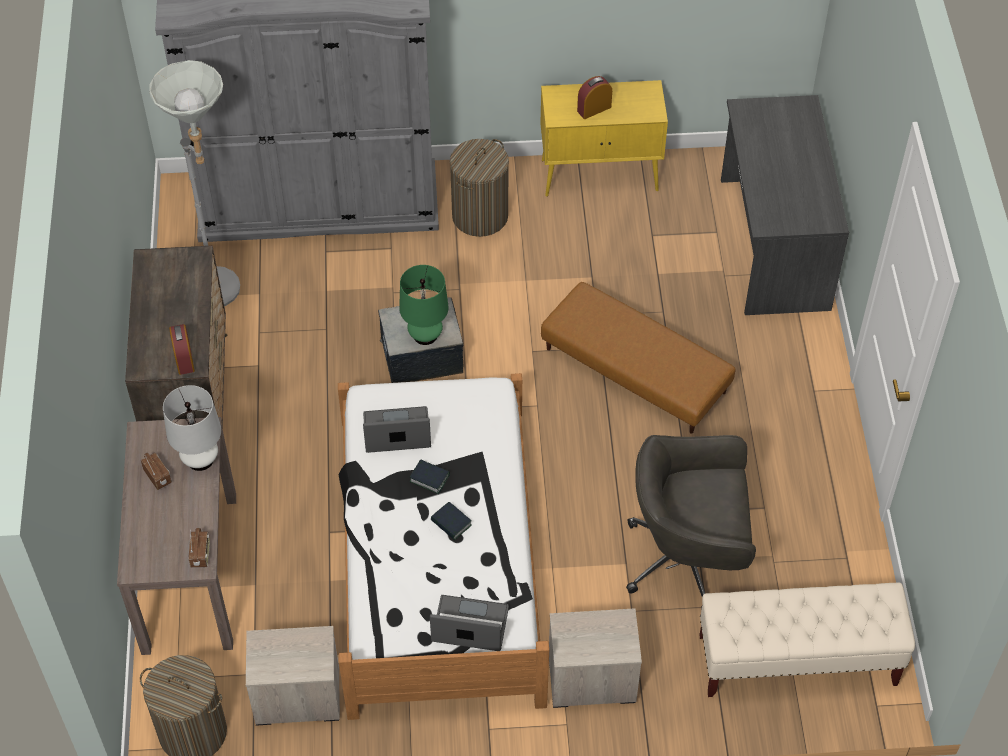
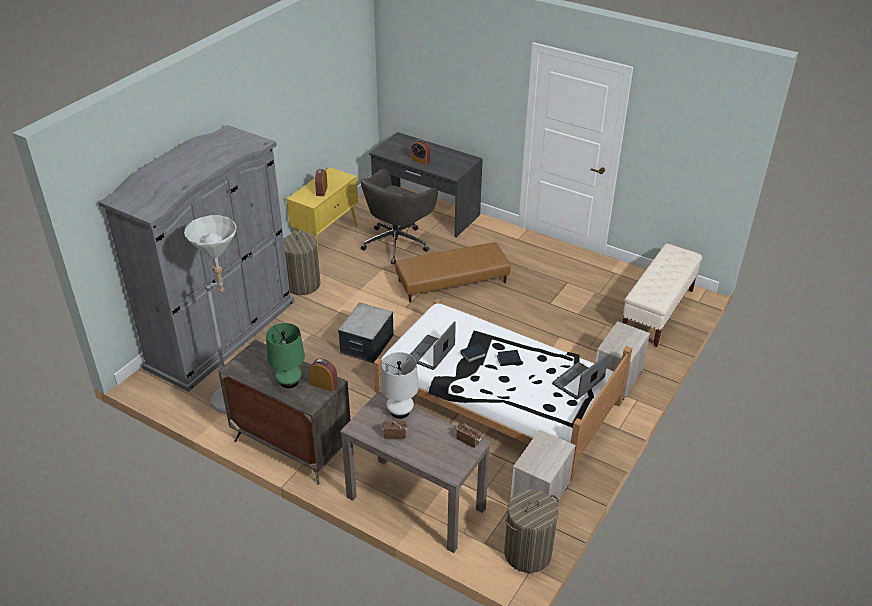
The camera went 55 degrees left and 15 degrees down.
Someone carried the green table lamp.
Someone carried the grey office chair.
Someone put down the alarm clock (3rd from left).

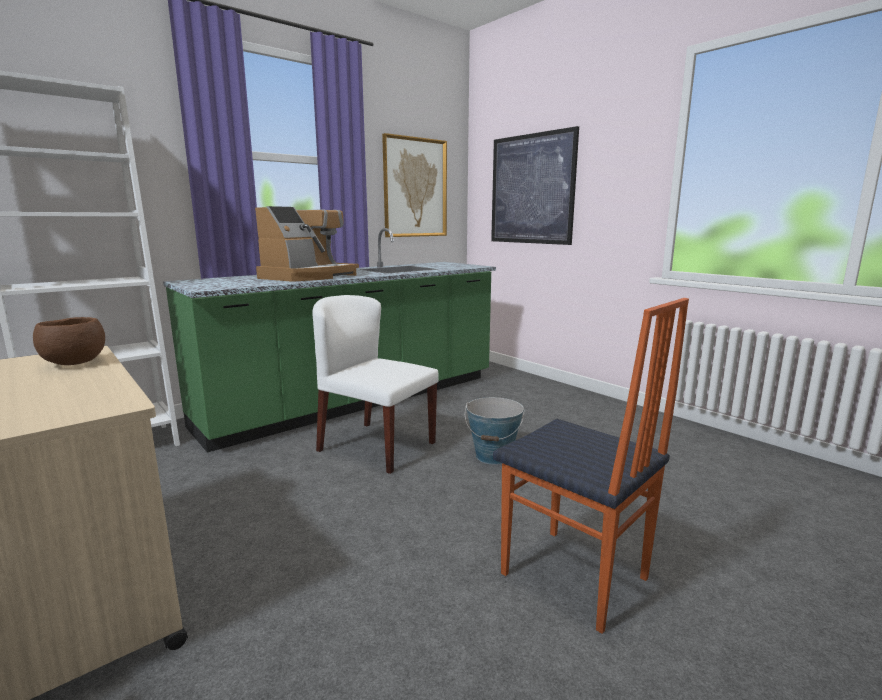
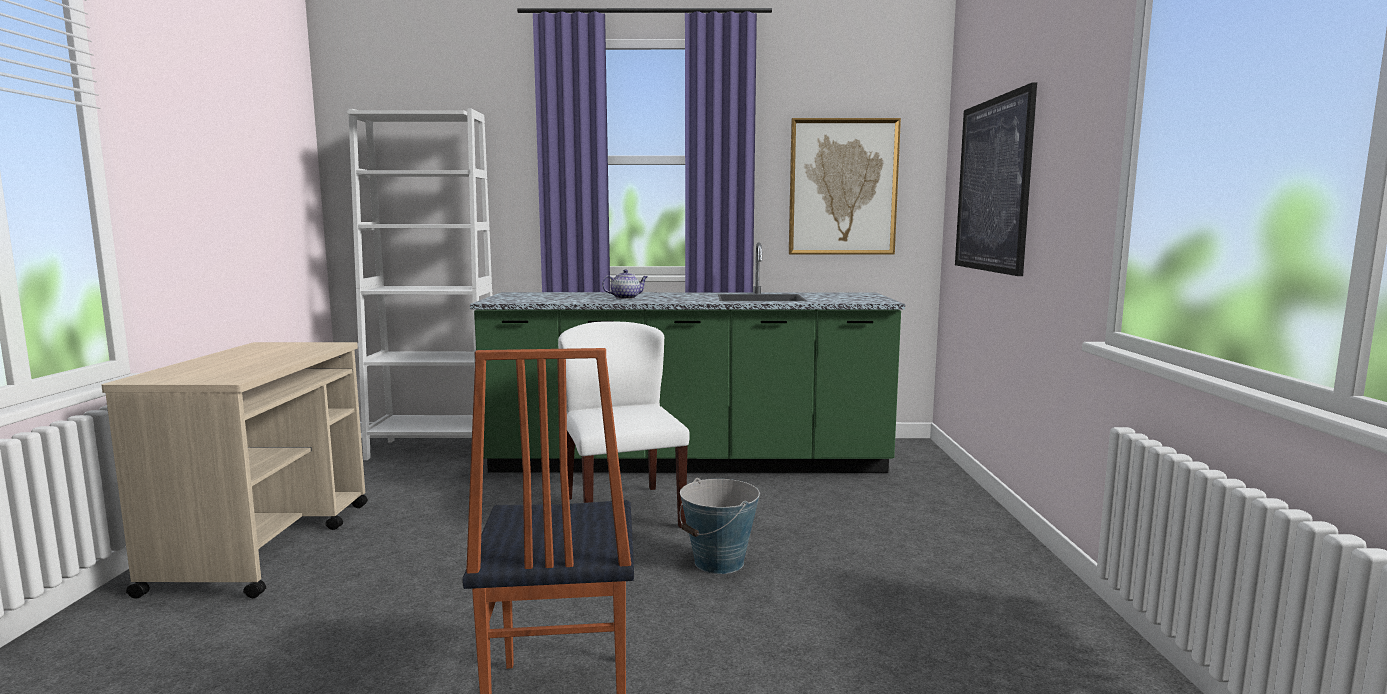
The camera went 40 degrees right and 5 degrees down.
Someone swapped the coffee machine for the teapot.
Someone took away the brown bowl.

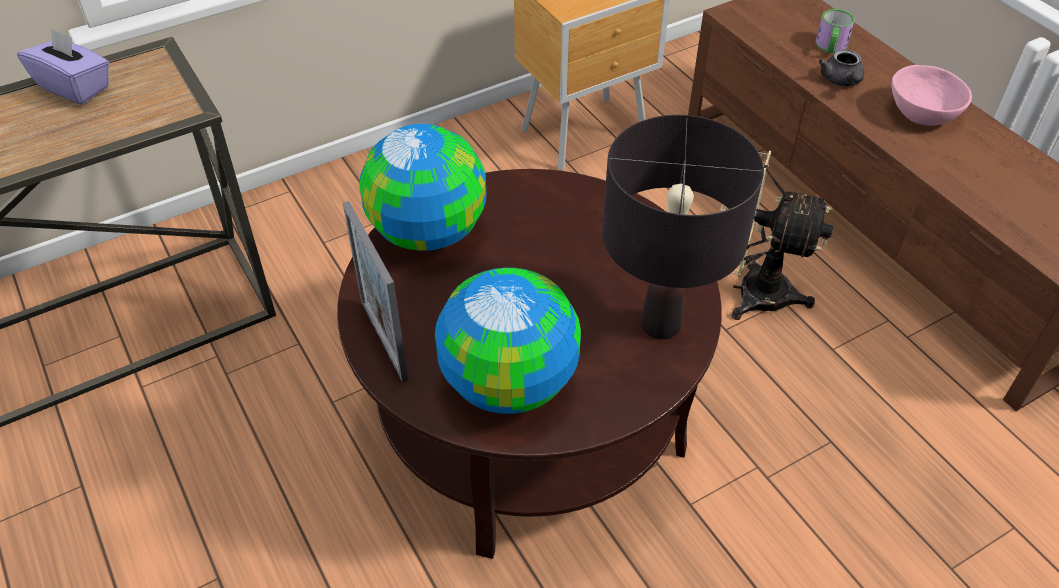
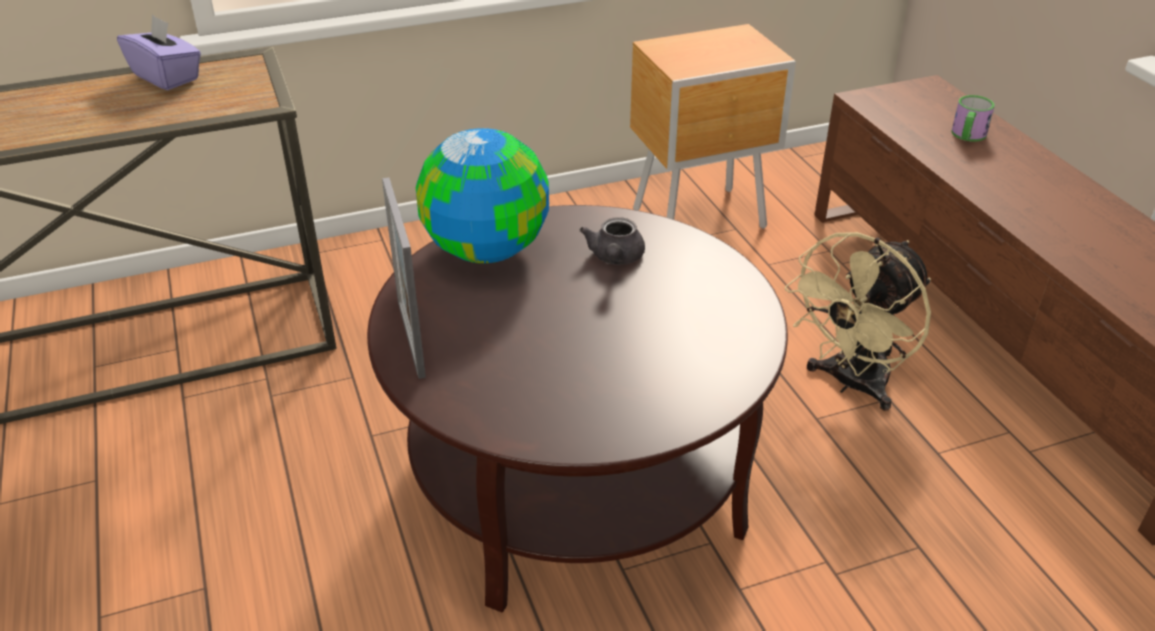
The camera went 10 degrees right and 10 degrees down.
Someone carried the grey teapot.
Someone rotated the beige fan by 75 degrees counterclockwise.
Someone took away the globe (2nd from left).
Someone took away the black table lamp.
Someone took away the pink bowl.

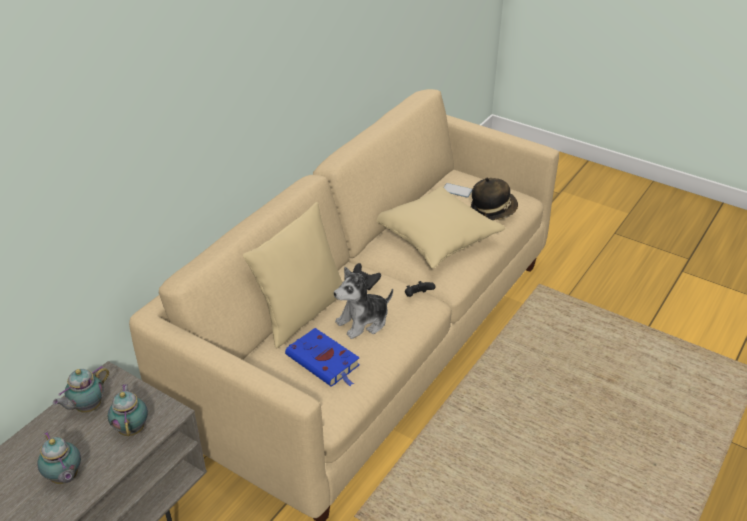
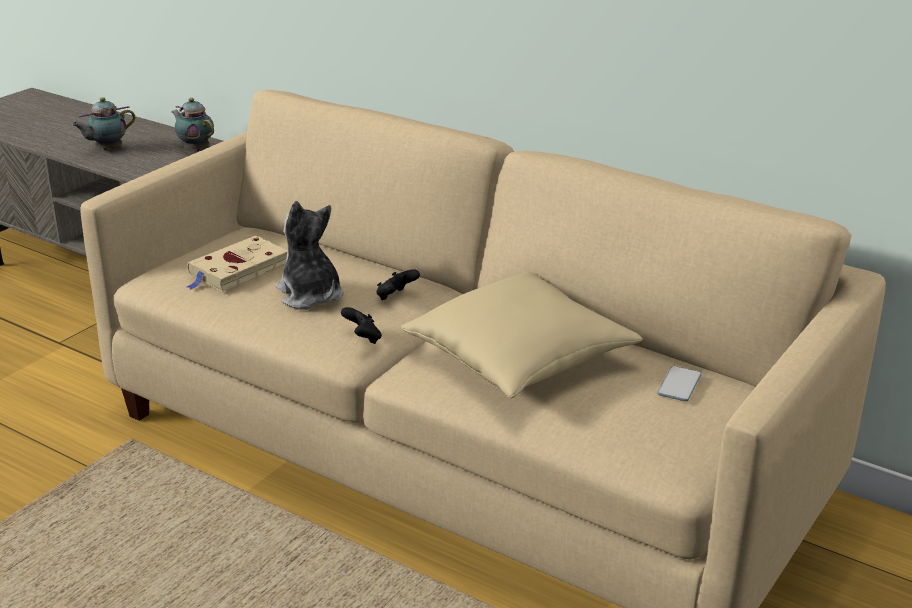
The camera went 90 degrees right and 10 degrees down.
Someone repainted the blue book, which became the beige book.
Someone took away the teapot (3rd from left).
Someone took away the beige pillow (1st from left).
Someone took away the hat.

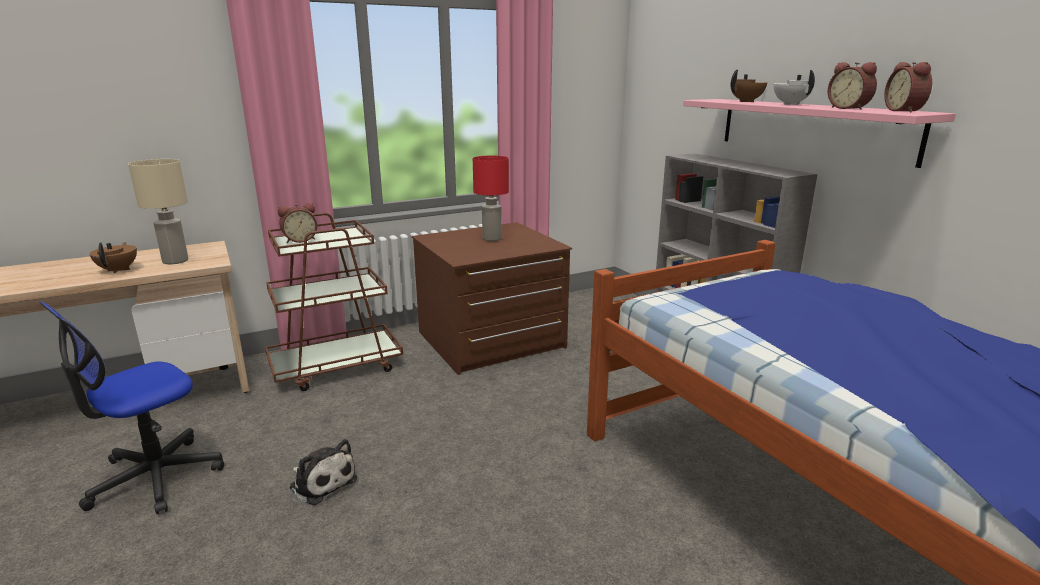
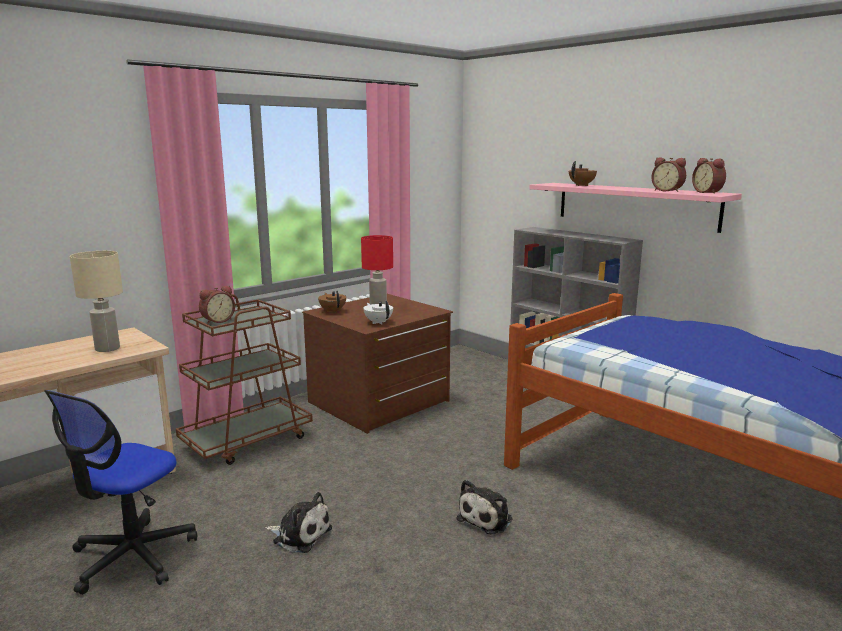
The camera went 15 degrees left and 5 degrees down.
Someone carried the brown teapot (1st from left).
Someone carried the white teapot.
Someone put down the plush toy (2nd from left).

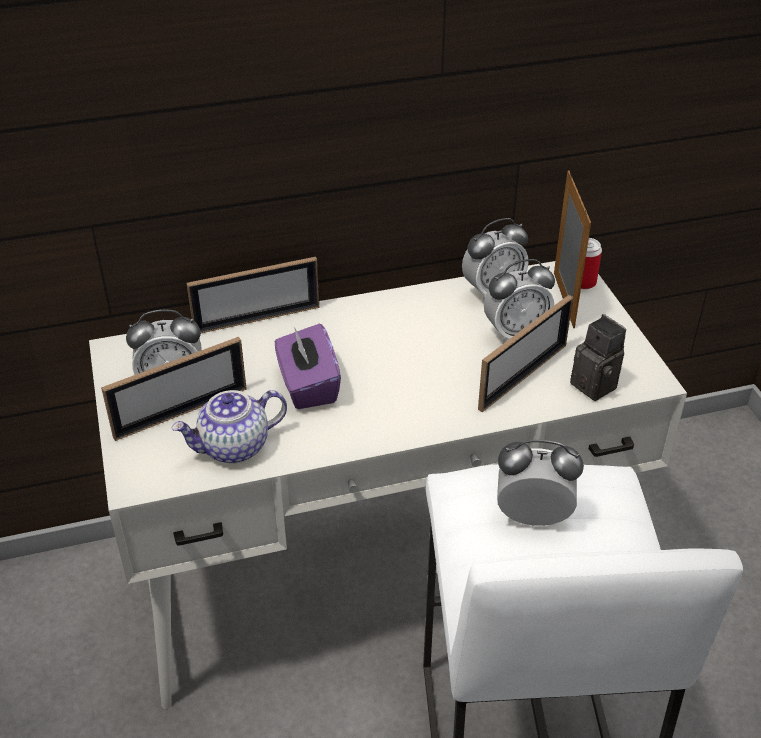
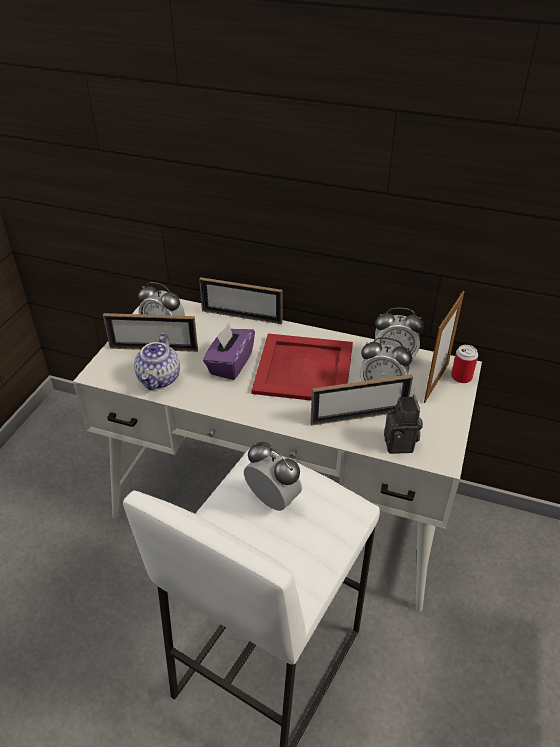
The camera went 35 degrees right and 0 degrees up.
Someone rotated the teapot by 90 degrees counterclockwise.
Someone put down the red tray.

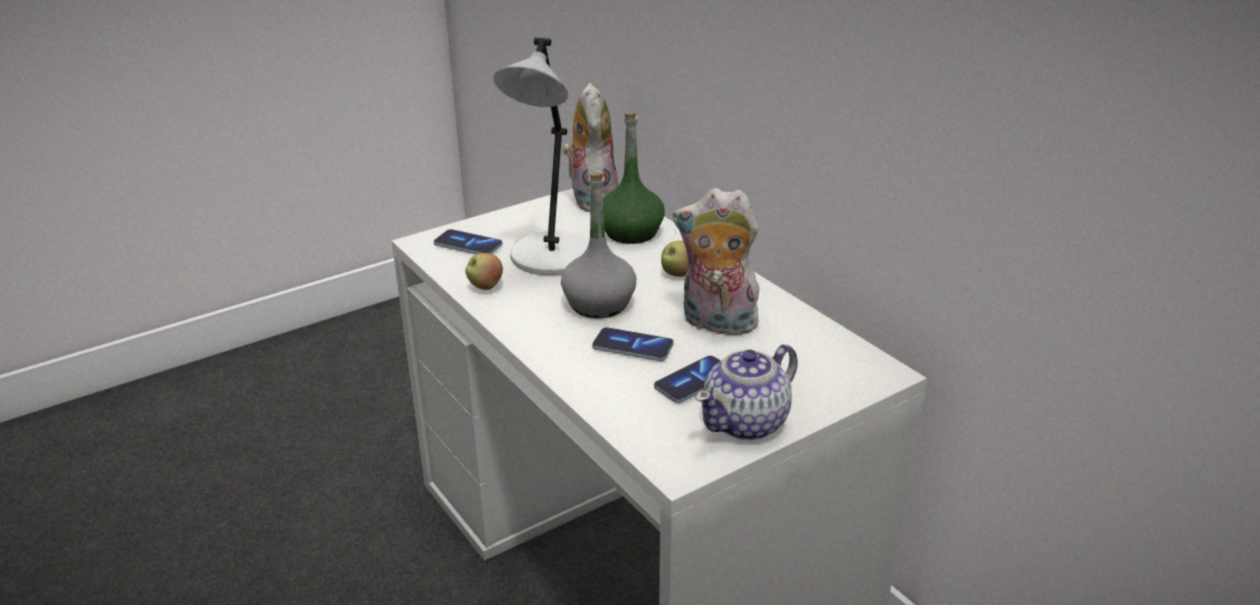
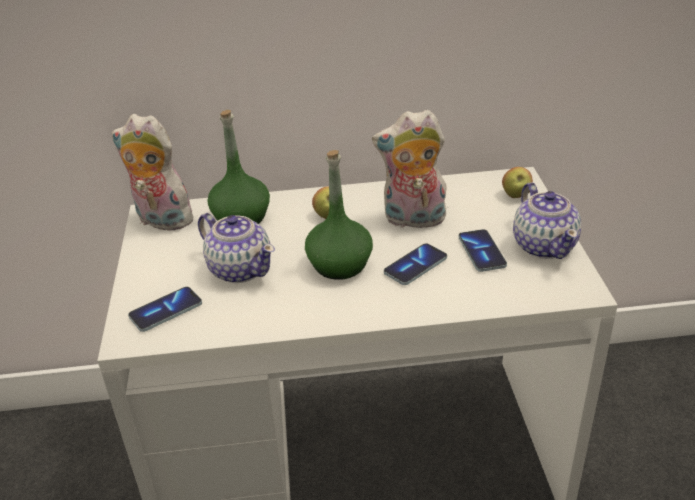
The camera went 60 degrees left and 5 degrees up.
Someone swapped the grey table lamp for the teapot (1st from left).
Someone repainted the grey bottle, which became the green bottle (2nd from left).
Someone rotated the plush toy (2nd from left) by 45 degrees clockwise.
Someone carried the apple (1st from left in the first image).

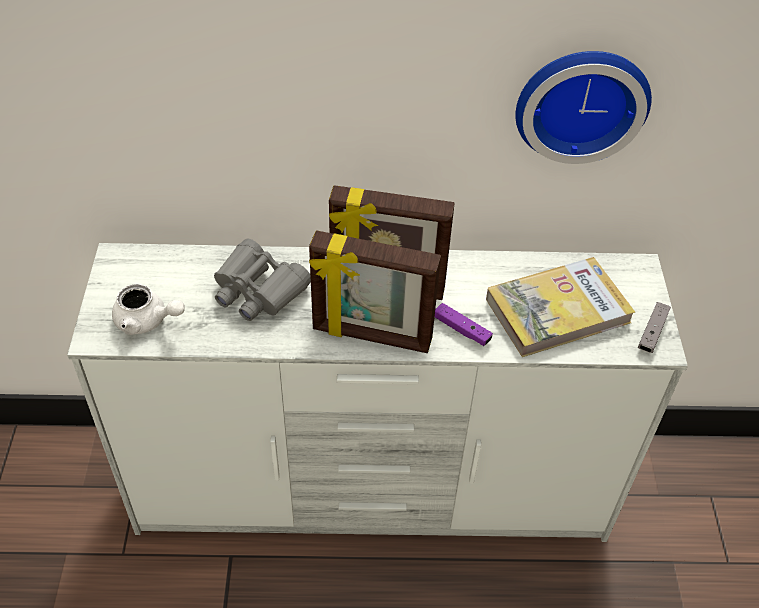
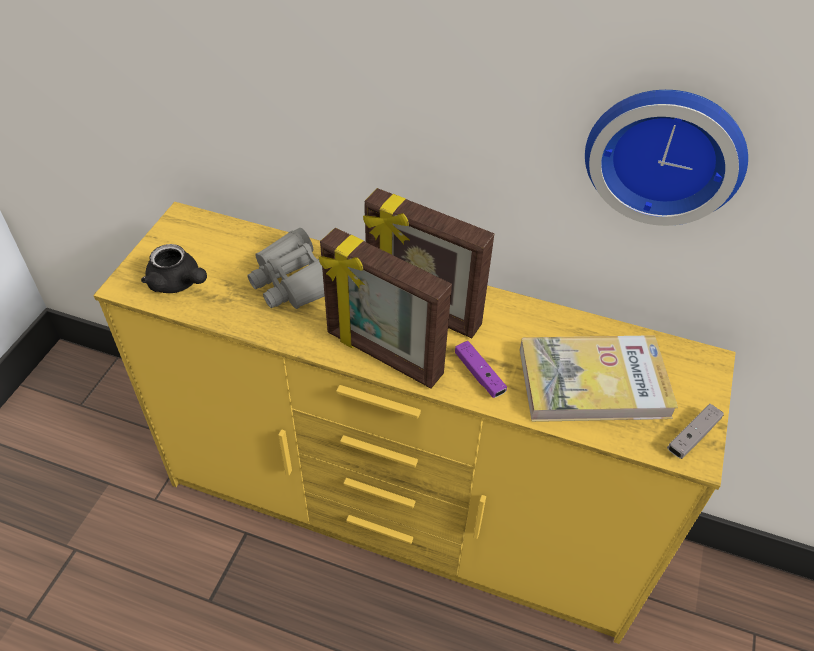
The camera went 20 degrees right and 0 degrees up.
Someone repainted the white dresser, which became the yellow dresser.
Someone repainted the white teapot, which became the black teapot.

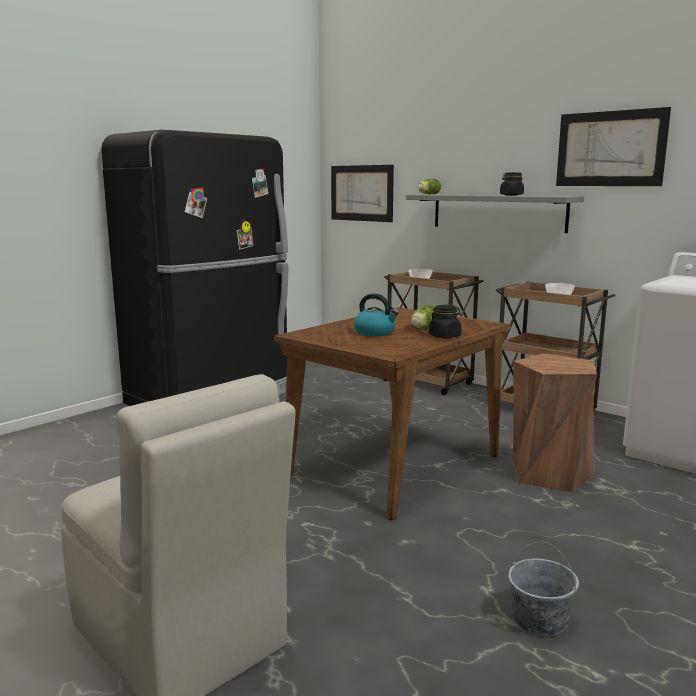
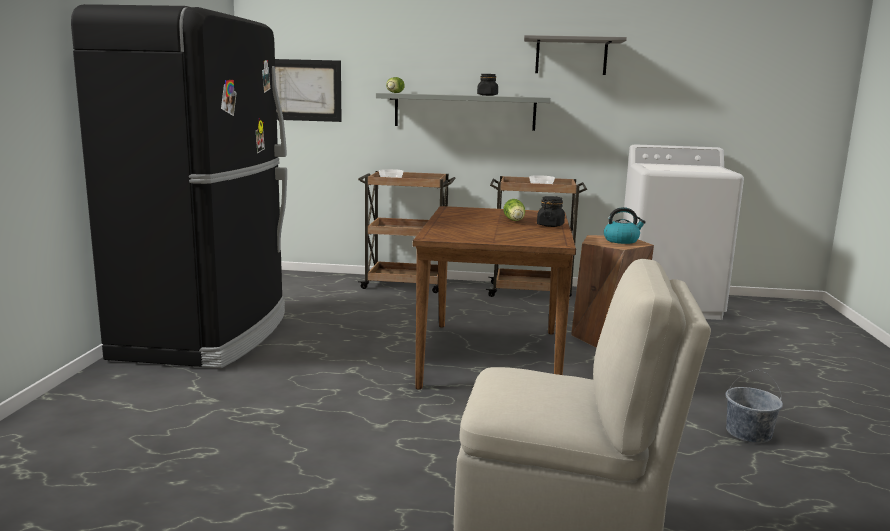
The camera went 35 degrees left and 0 degrees up.
Someone swapped the picture (2nd from left) for the grey shelf (2nd from left).
Someone carried the kettle.

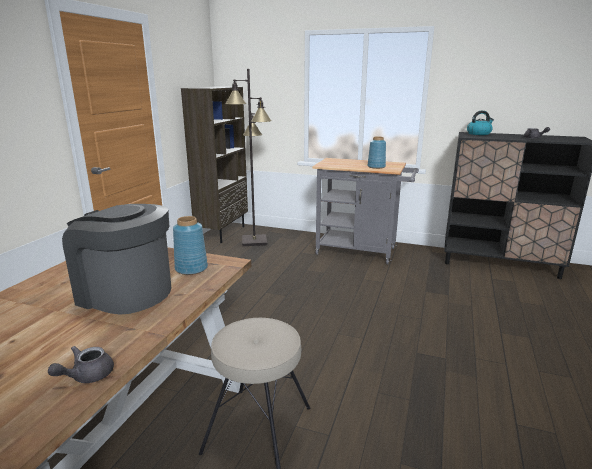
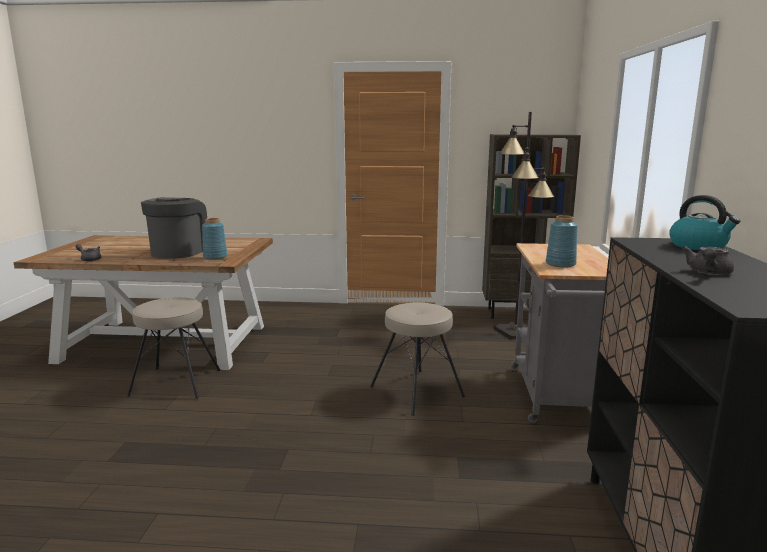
The camera went 75 degrees right and 5 degrees down.
Someone put down the beige stool (2nd from left).

